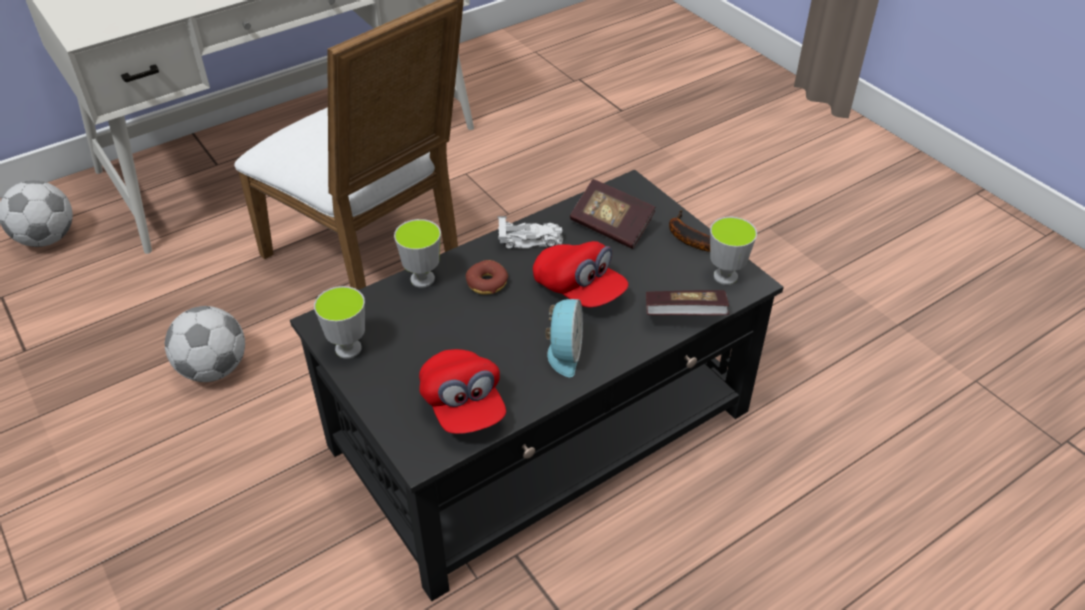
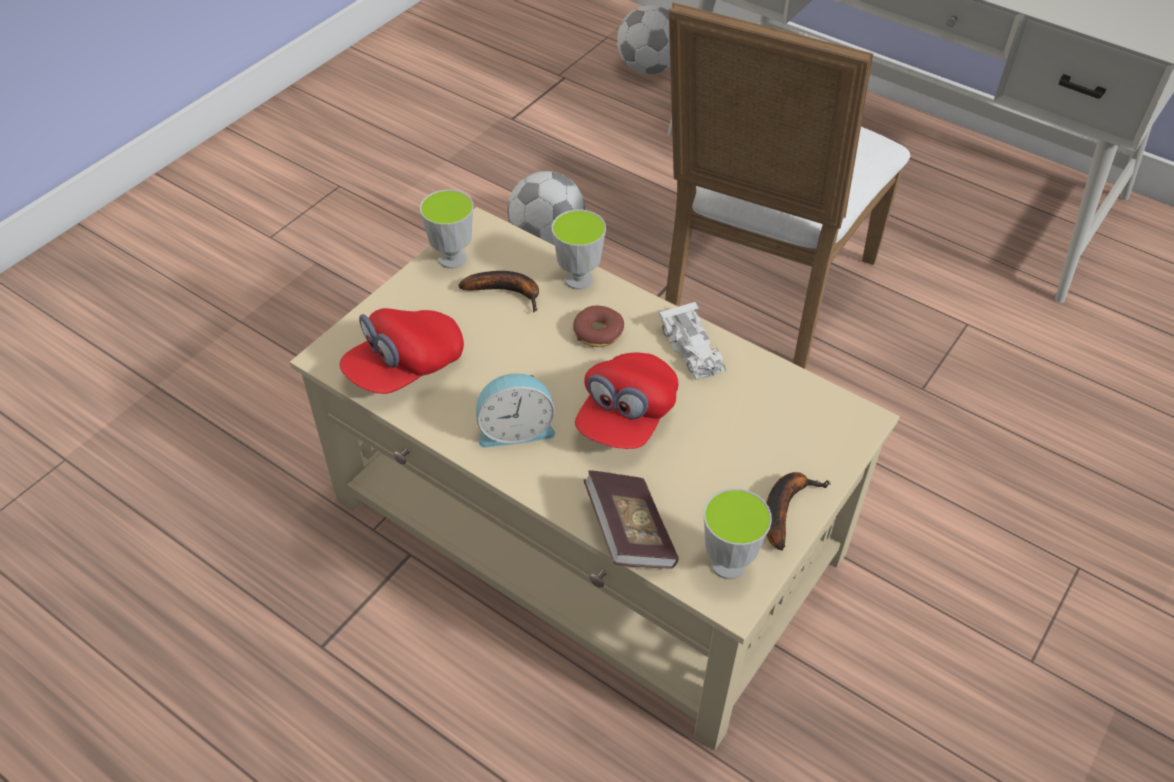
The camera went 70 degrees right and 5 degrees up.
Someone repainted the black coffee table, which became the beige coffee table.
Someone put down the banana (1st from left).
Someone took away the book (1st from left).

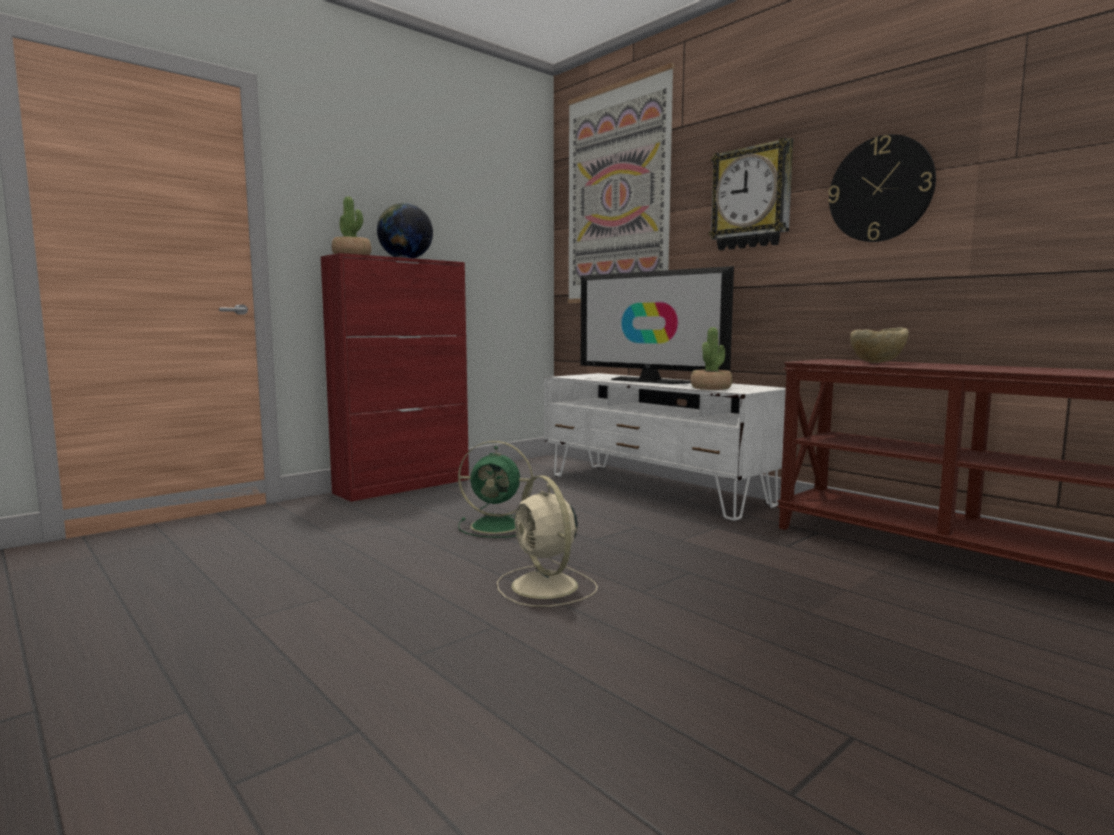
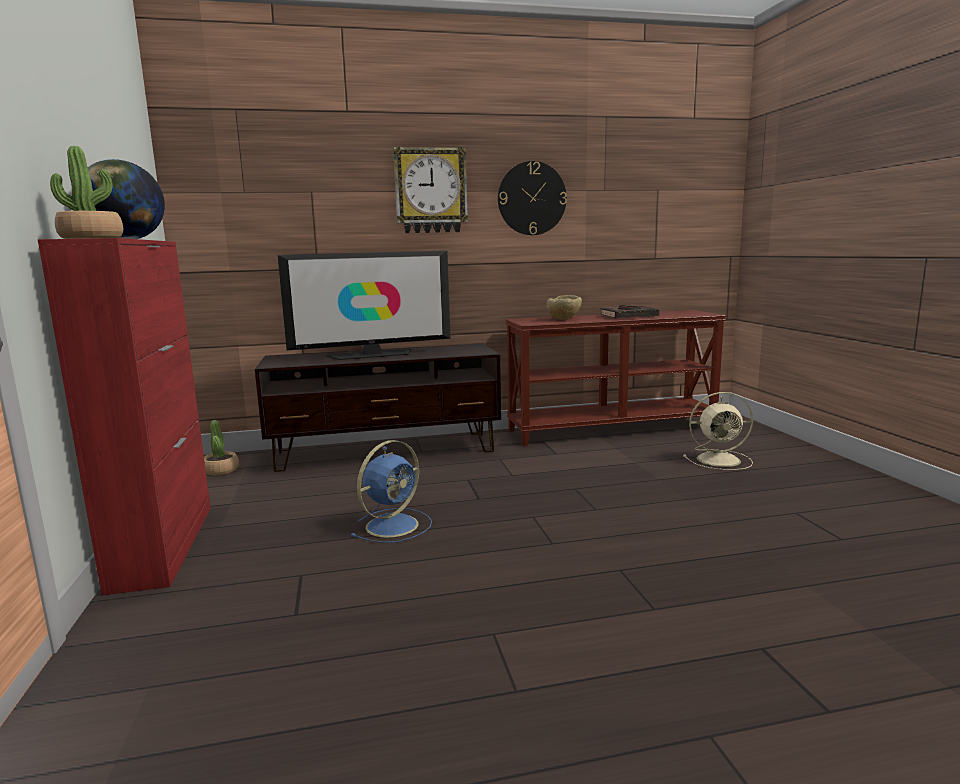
The camera went 60 degrees left and 5 degrees up.
Someone carried the potted plant (2nd from left).
Someone repainted the white tv stand, which became the brown tv stand.
Someone repainted the green fan, which became the blue fan.
Someone put down the black book.
Someone carried the beige fan.
Someone took away the picture.

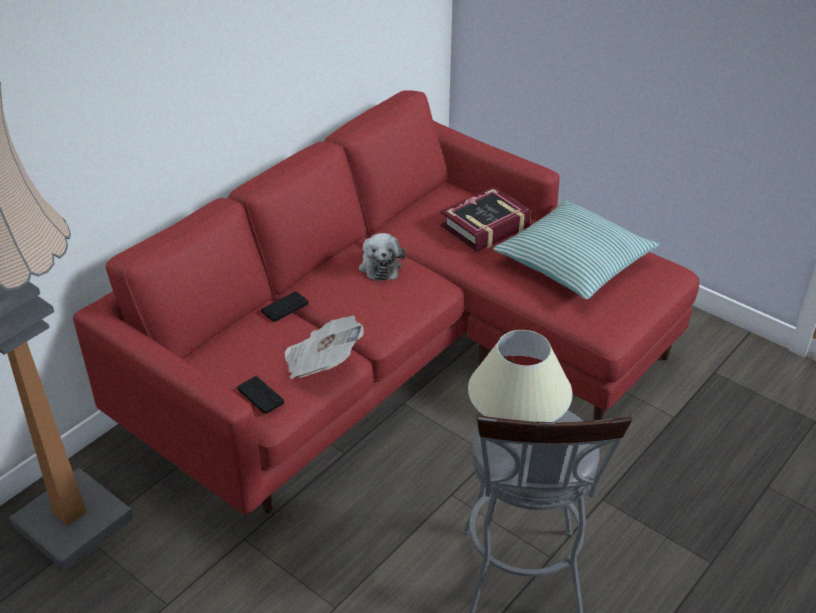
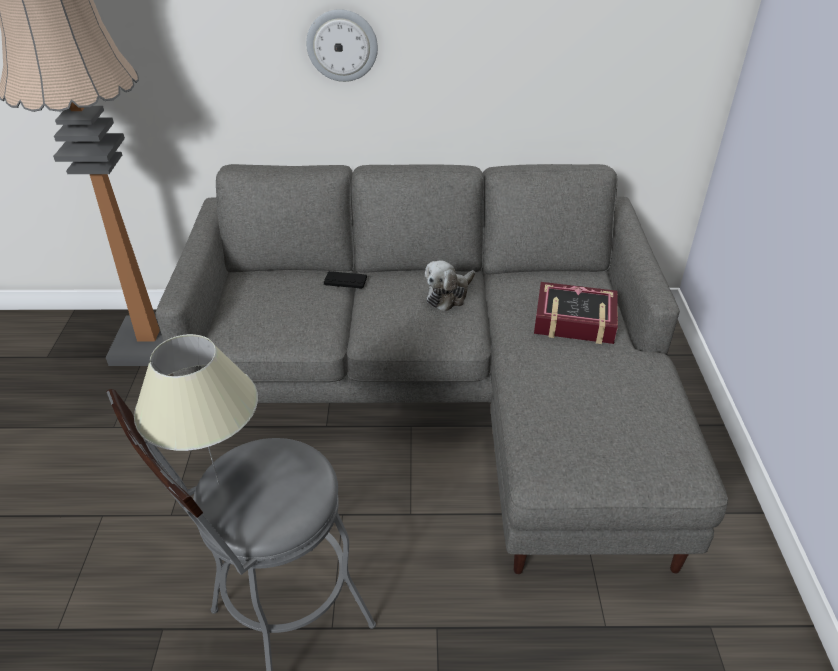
The camera went 50 degrees right and 0 degrees up.
Someone repainted the red sofa, which became the grey sofa.
Someone put up the wall clock.
Someone took away the black game controller (1st from left).
Someone took away the newspaper.
Someone took away the pillow.

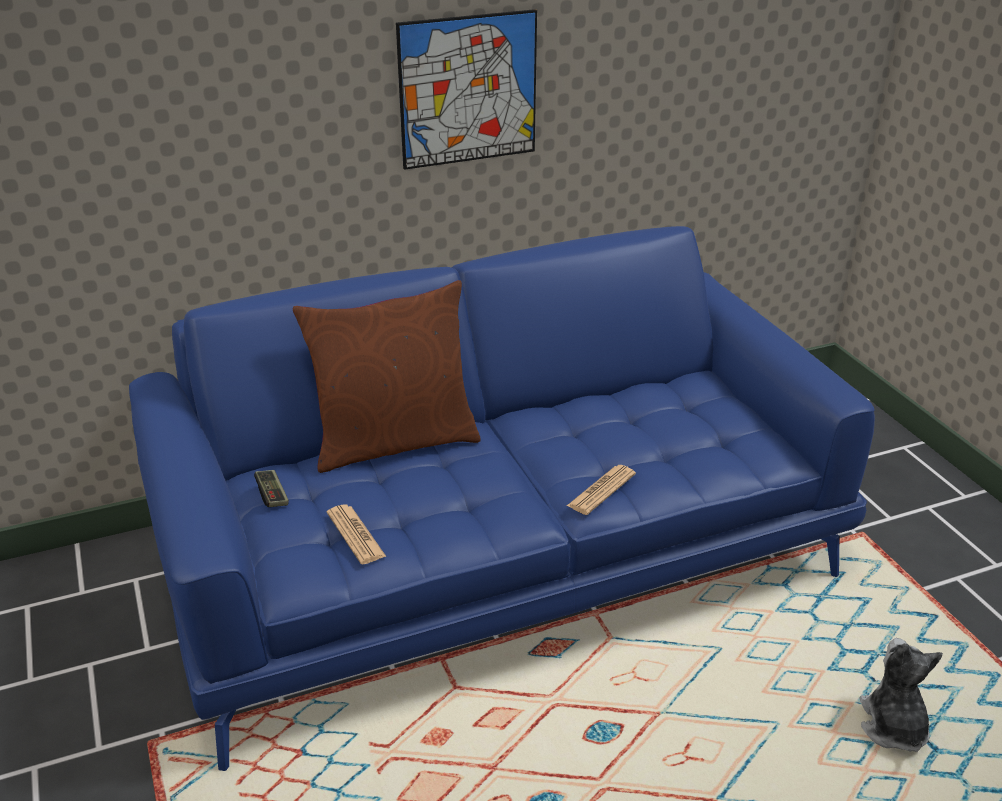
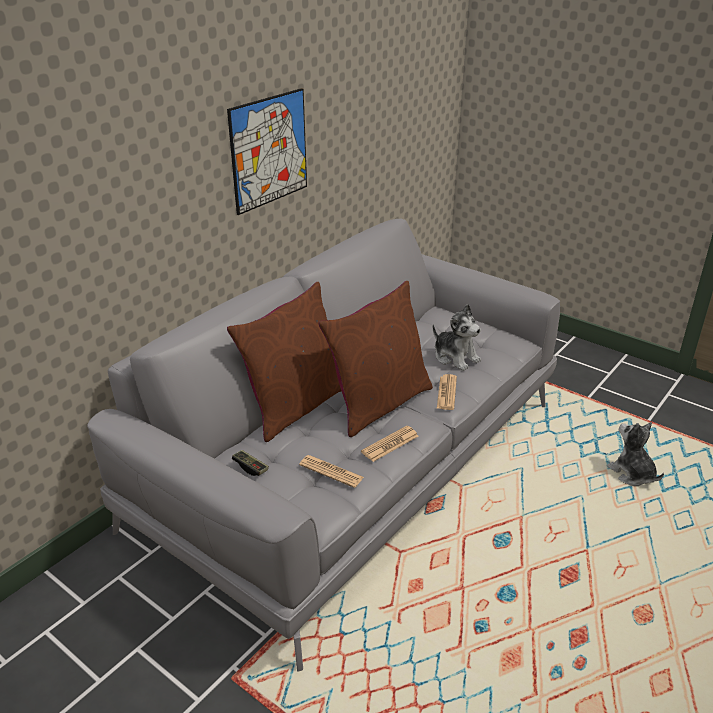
The camera went 30 degrees left and 0 degrees up.
Someone repainted the blue sofa, which became the grey sofa.
Someone put down the brown pillow (2nd from left).
Someone put down the newspaper (2nd from left).
Someone put down the plush toy (1st from left).

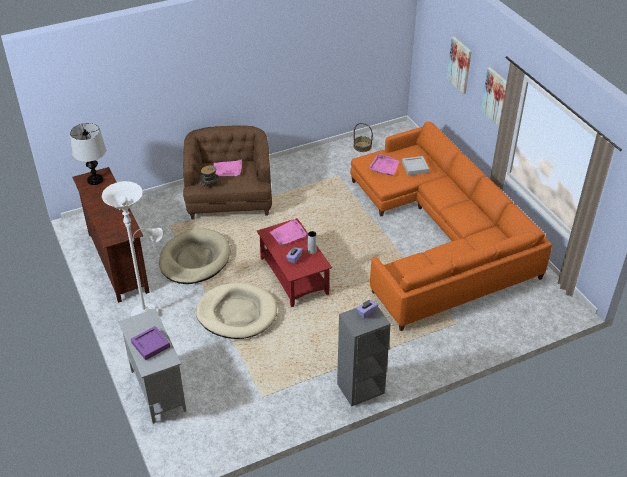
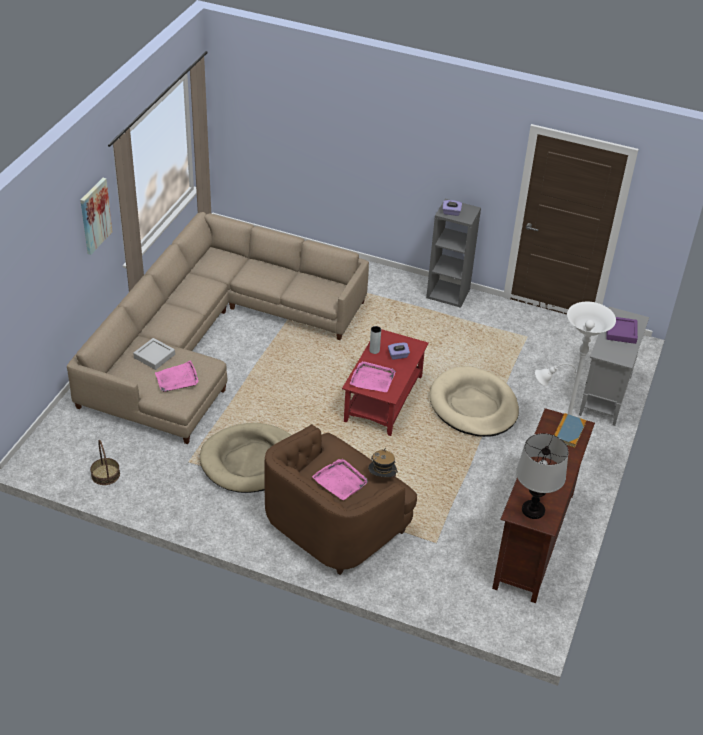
The camera went 135 degrees left and 0 degrees up.
Someone repainted the orange sofa, which became the beige sofa.
Someone carried the beige dog bed (1st from left).
Someone put down the book.
Someone took away the picture (1st from left).

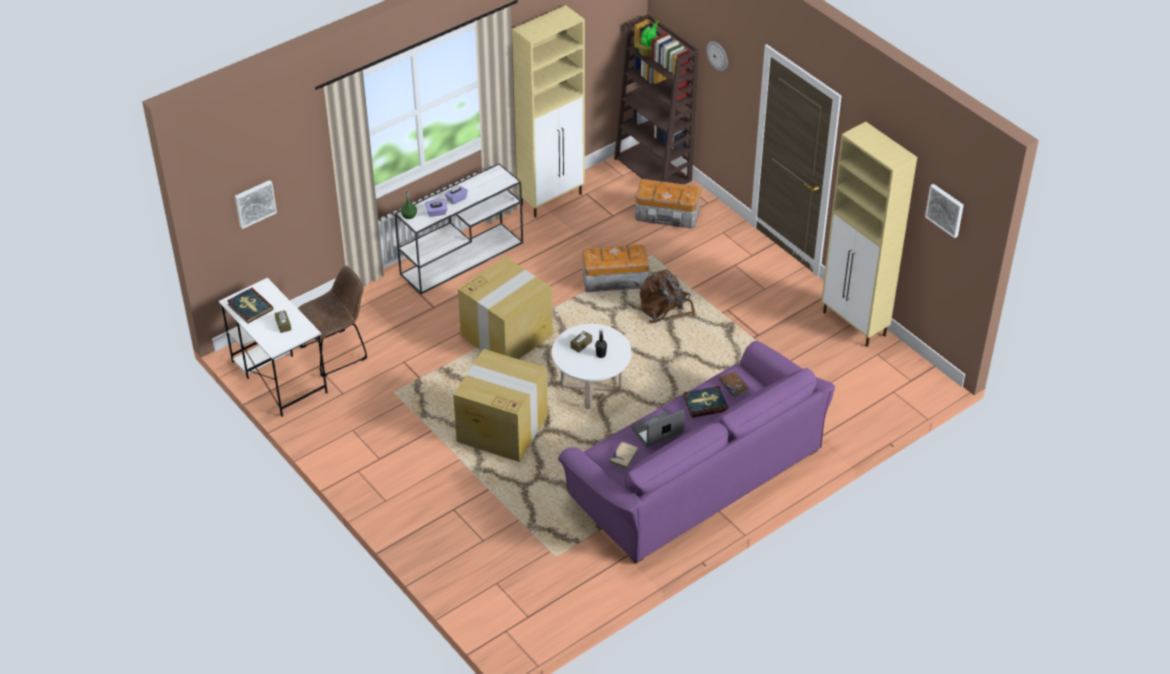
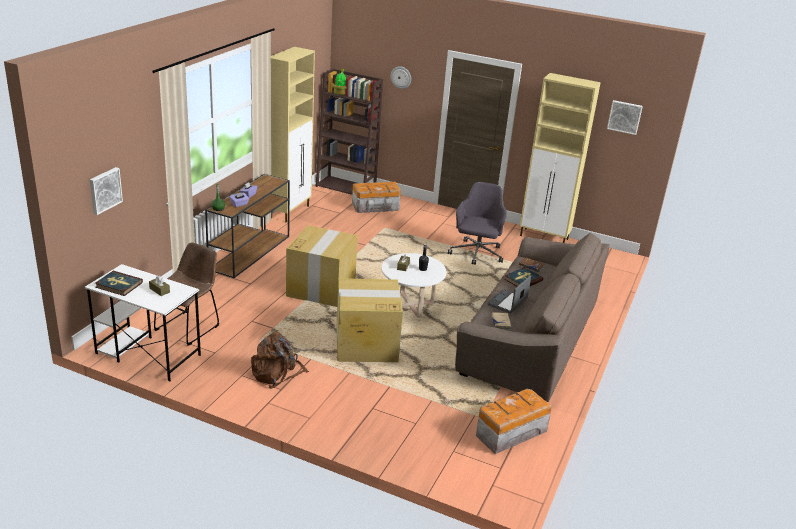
The camera went 30 degrees left and 15 degrees down.
Someone repainted the white console table, which became the brown console table.
Someone carried the brown backpack.
Someone put down the grey office chair.
Someone repainted the purple sofa, which became the brown sofa.
Someone carried the storage box (1st from left in the first image).

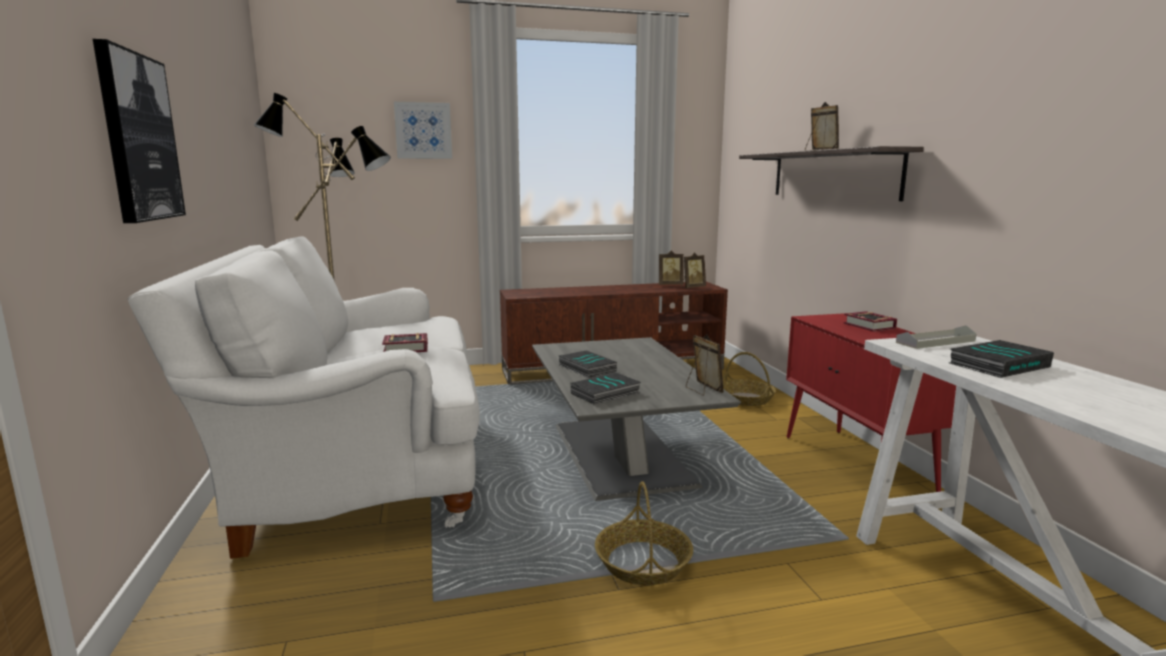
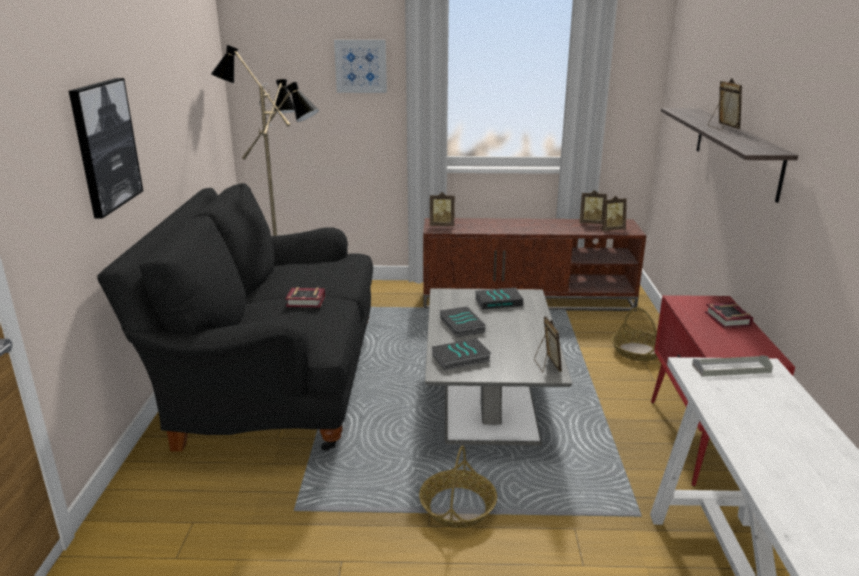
The camera went 15 degrees right and 10 degrees up.
Someone repainted the white sofa, which became the black sofa.
Someone put down the picture frame (1st from left).
Someone carried the book (5th from left in the first image).

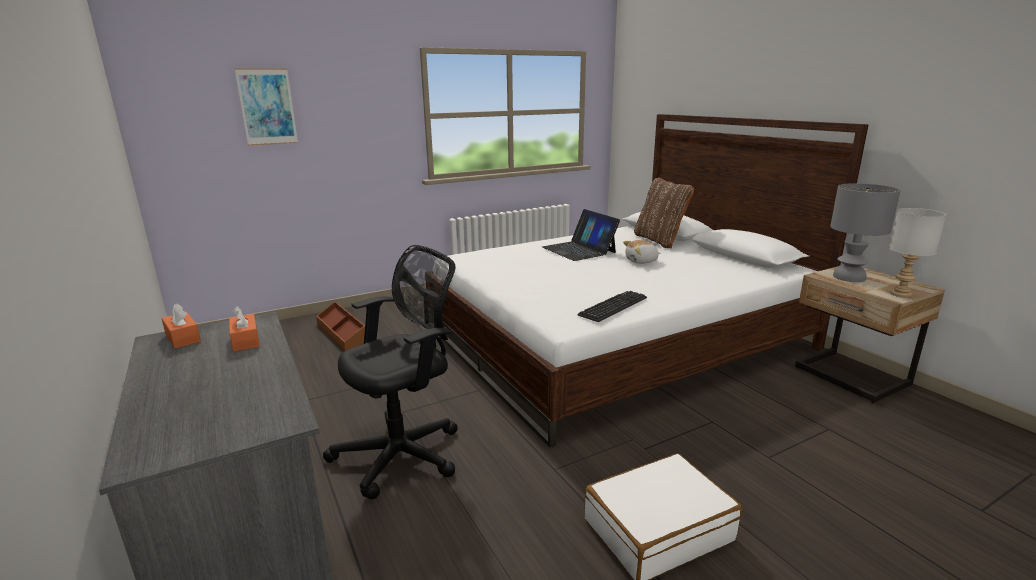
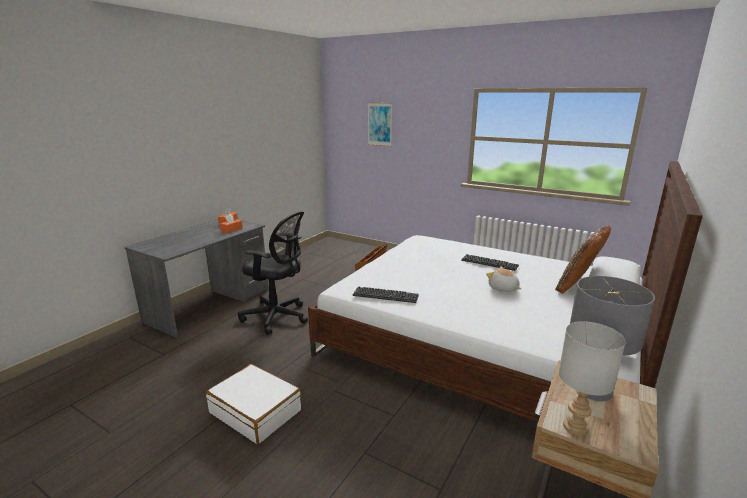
The camera went 60 degrees right and 0 degrees up.
Someone swapped the laptop for the keyboard (2nd from left).

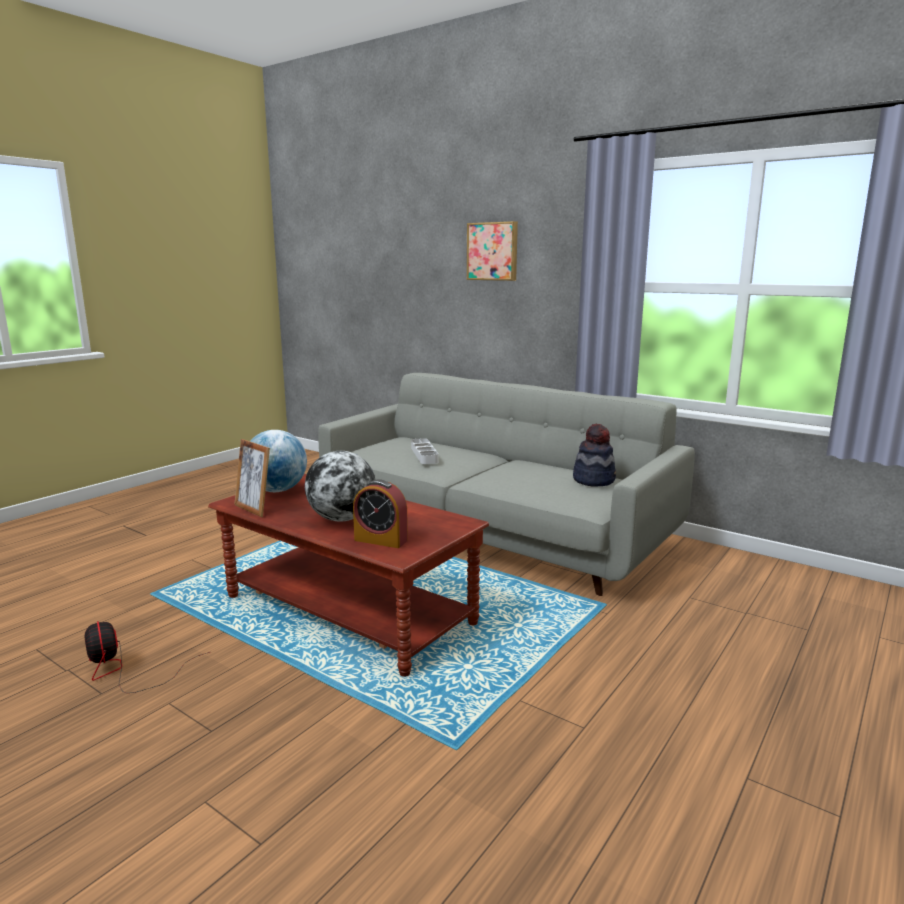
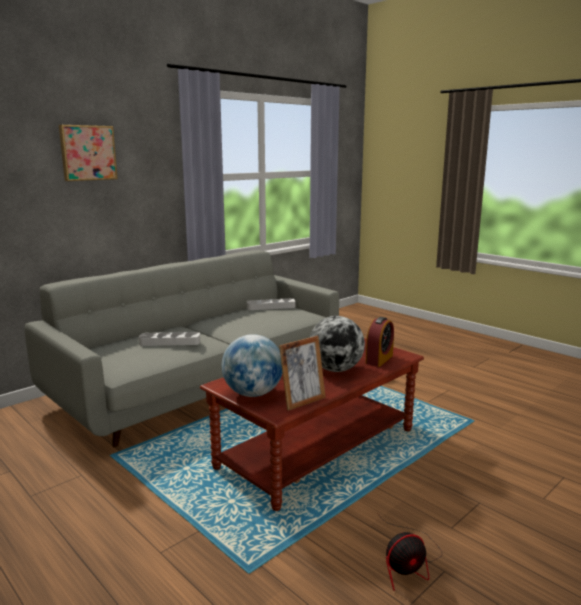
The camera went 80 degrees left and 0 degrees up.
Someone swapped the hat for the grey tray (2nd from left).

